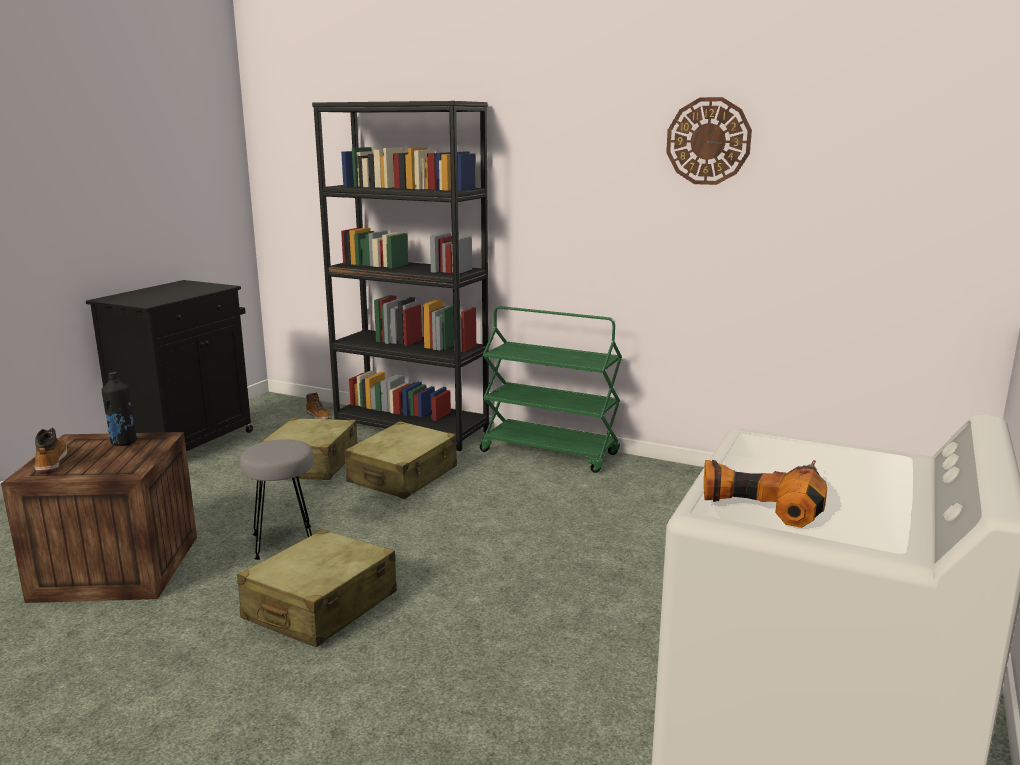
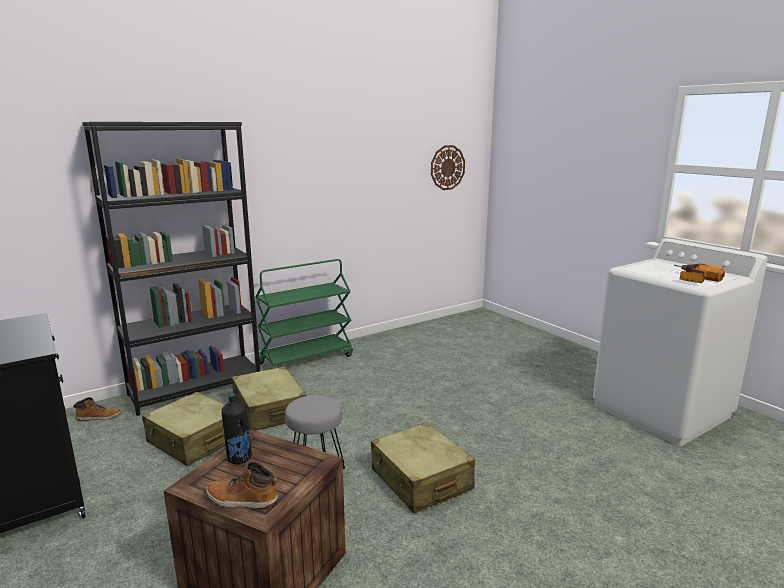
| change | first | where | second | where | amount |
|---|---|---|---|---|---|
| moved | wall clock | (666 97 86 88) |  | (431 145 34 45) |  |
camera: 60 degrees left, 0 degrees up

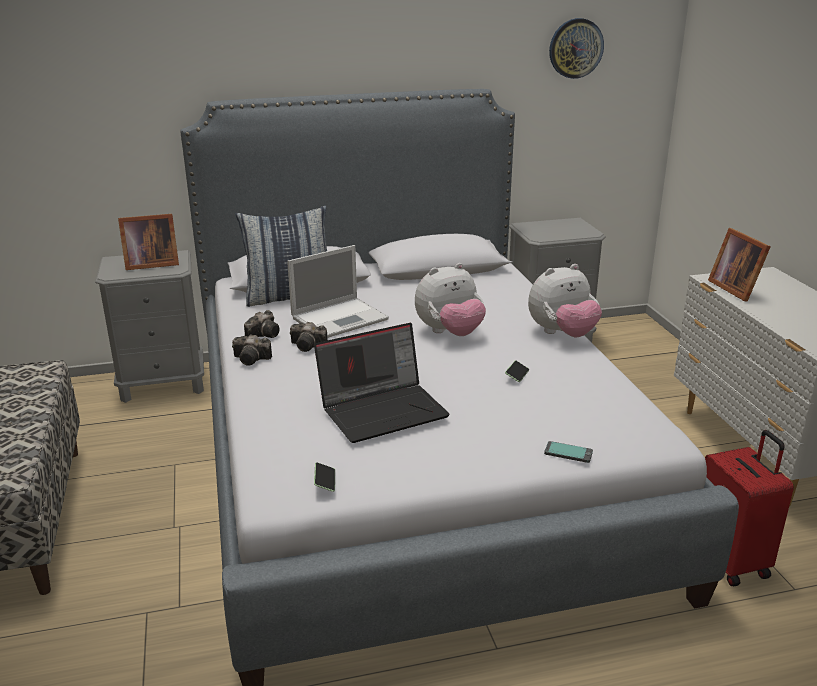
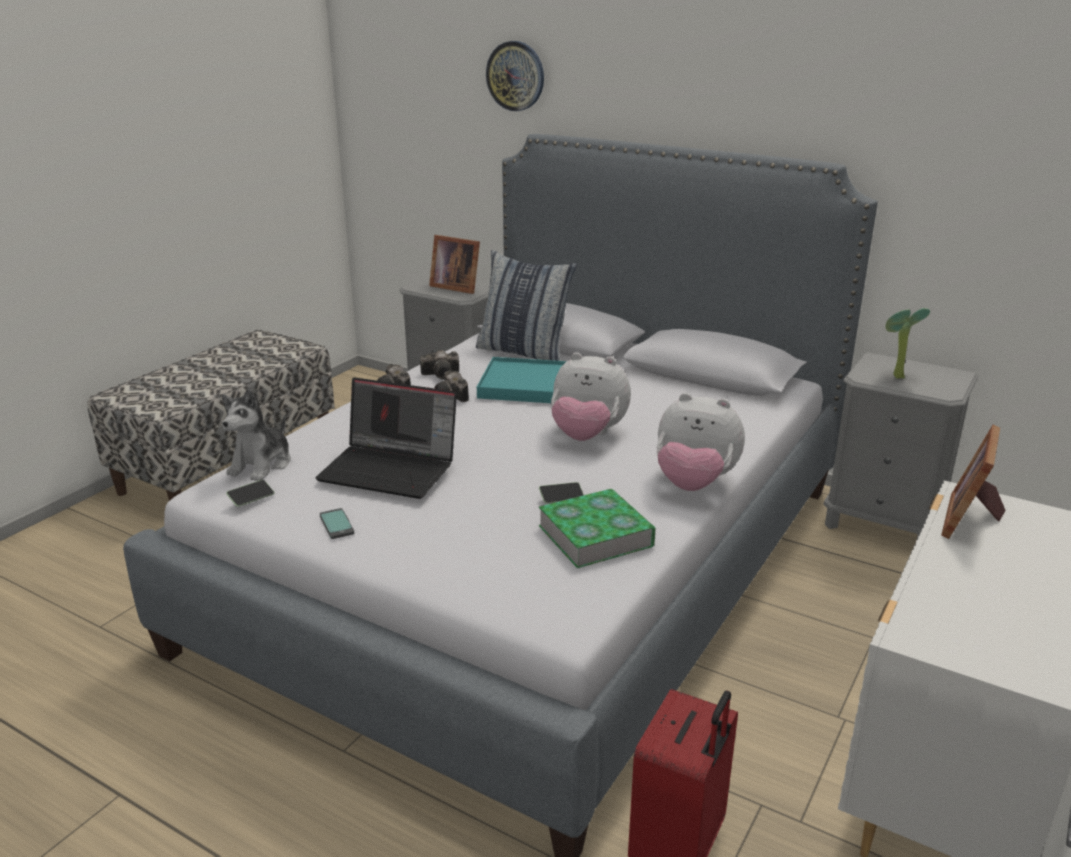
| change | first | where | second | where | amount |
|---|---|---|---|---|---|
| moved | wall clock | (549 18 55 61) |  | (486 41 58 70) |  |
| replaced | laptop | (287 245 102 93) | turquoise tray | (477 357 90 46) |  |
| moved | phone | (544 441 49 22) |  | (320 508 34 31) |  |
| added |  |  | potted plant | (885 308 45 71) |  |
| added |  |  | plush toy | (222 389 69 92) |  |
| added |  |  | book | (539 489 117 79) |  |
camera: 45 degrees right, 0 degrees up

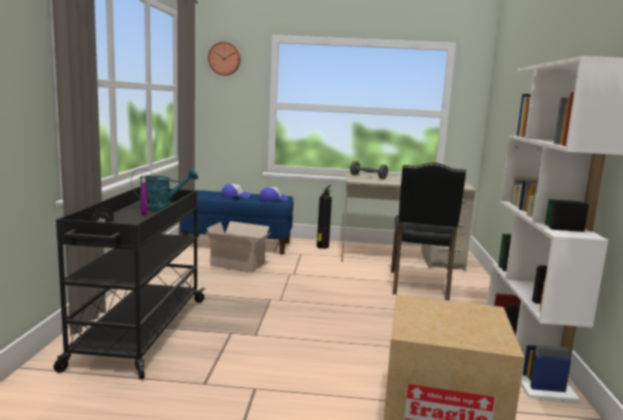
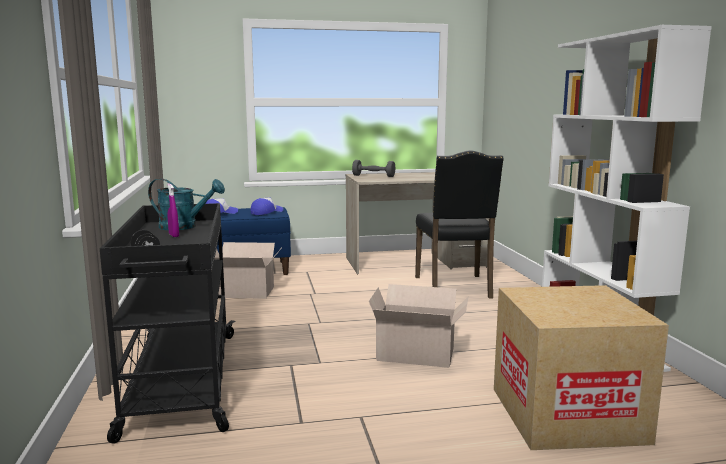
| change | first | where | second | where | amount |
|---|---|---|---|---|---|
| removed | wall clock | (208 42 33 34) |  |  |  |
| turned | turquoise watering can | (131 168 67 43) |  | (148 179 77 51) | 45 degrees clockwise |
| removed | fire extinguisher | (317 185 15 64) |  |  |  |
| added |  |  | cardboard box | (369 284 99 84) |  |
camera: 15 degrees left, 0 degrees up

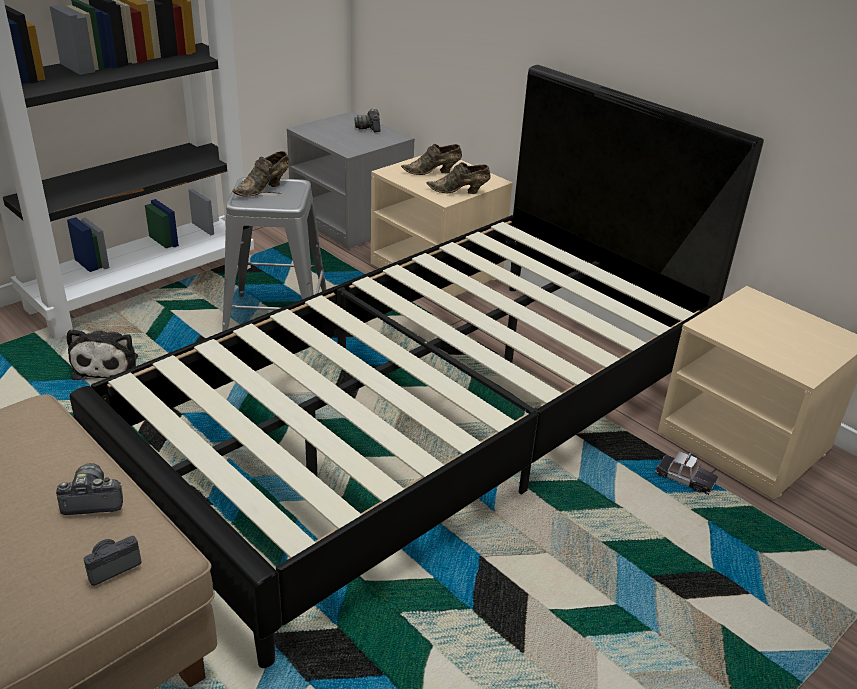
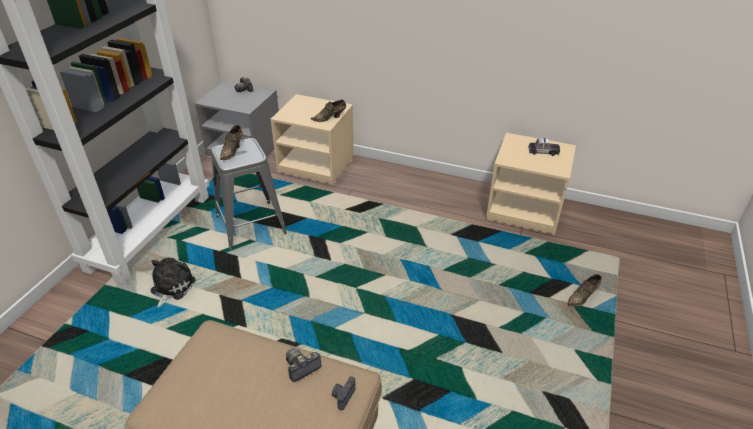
| change | first | where | second | where | amount |
|---|---|---|---|---|---|
| removed | black bed | (70 65 694 603) |  |  |  |
| moved | brown shoe | (401 144 61 31) |  | (568 274 34 33) |  |
| turned | plush toy | (66 329 72 51) |  | (151 257 45 51) | 135 degrees counterclockwise |
| moved | toy car | (655 451 63 44) |  | (528 137 32 19) |  |
camera: 25 degrees left, 5 degrees up

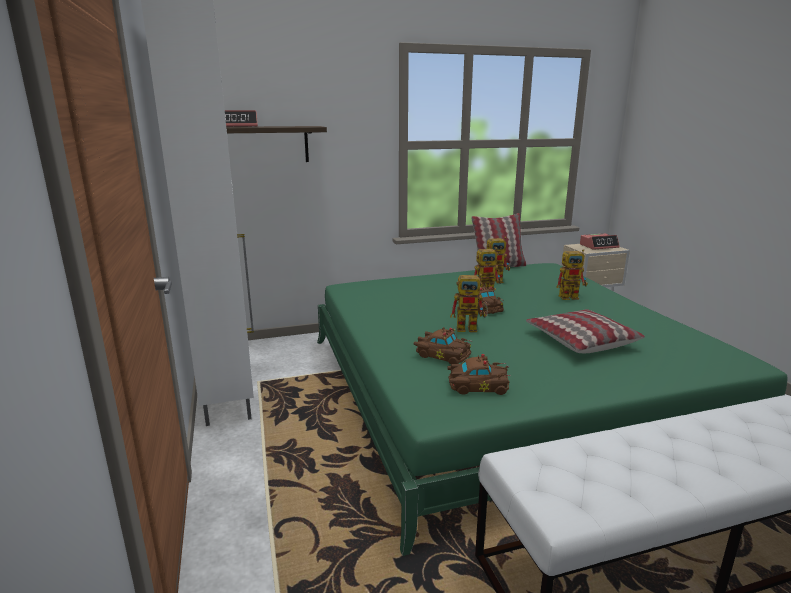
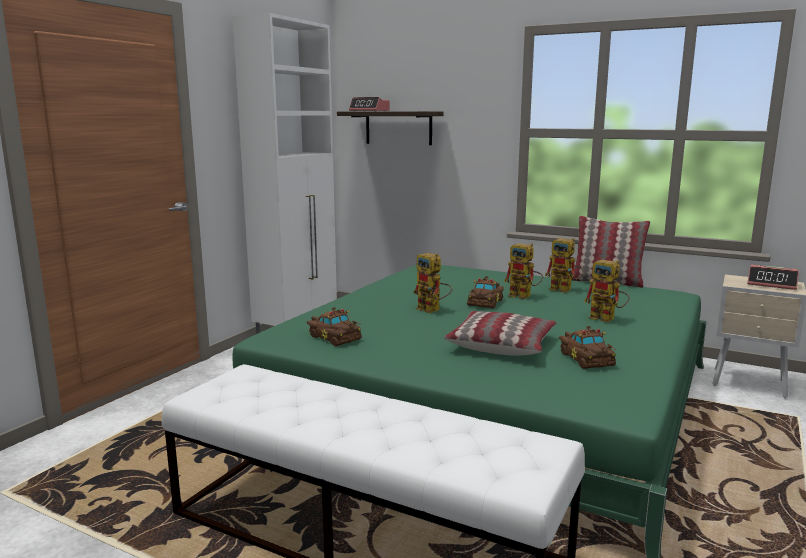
| change | first | where | second | where | amount |
|---|---|---|---|---|---|
| moved | brown toy car | (414 327 57 37) |  | (559 326 57 43) |  |
camera: 45 degrees right, 5 degrees down

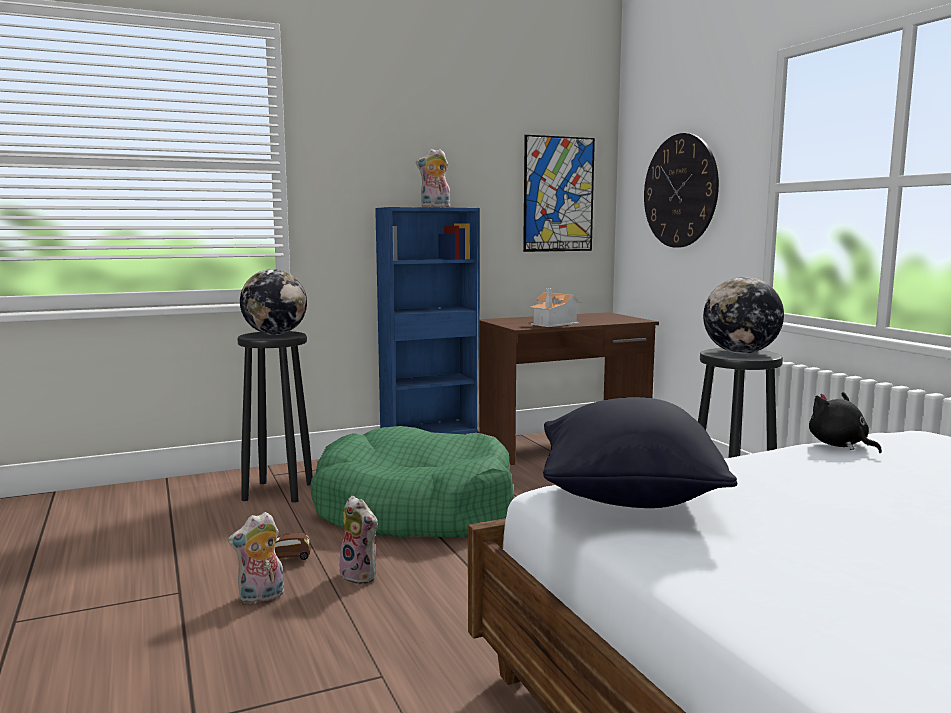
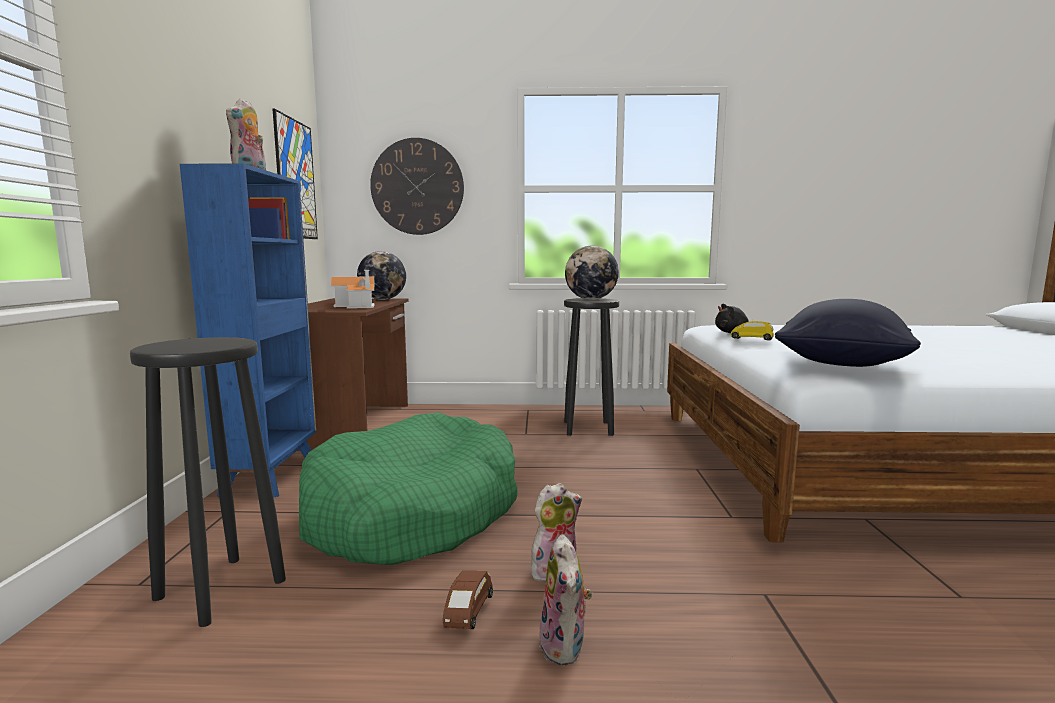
| change | first | where | second | where | amount |
|---|---|---|---|---|---|
| moved | globe | (240 269 67 66) |  | (357 251 49 49) |  |
| added |  |  | yellow toy car | (731 321 43 20) |  |
camera: 65 degrees left, 0 degrees up

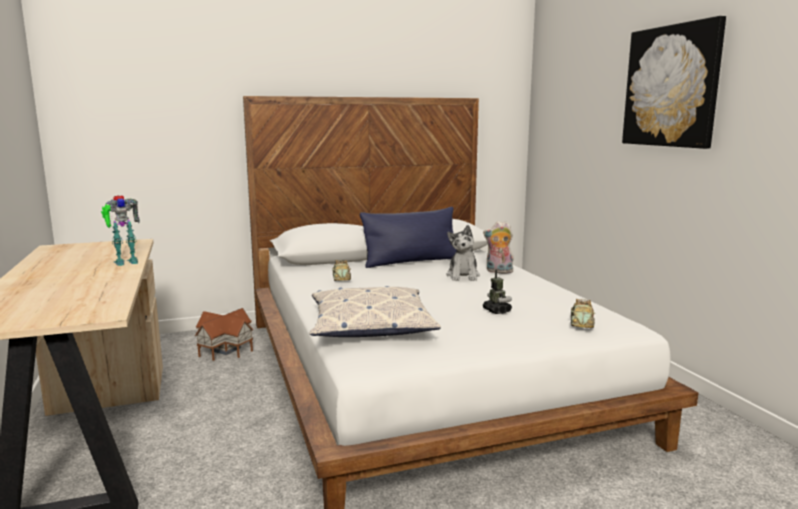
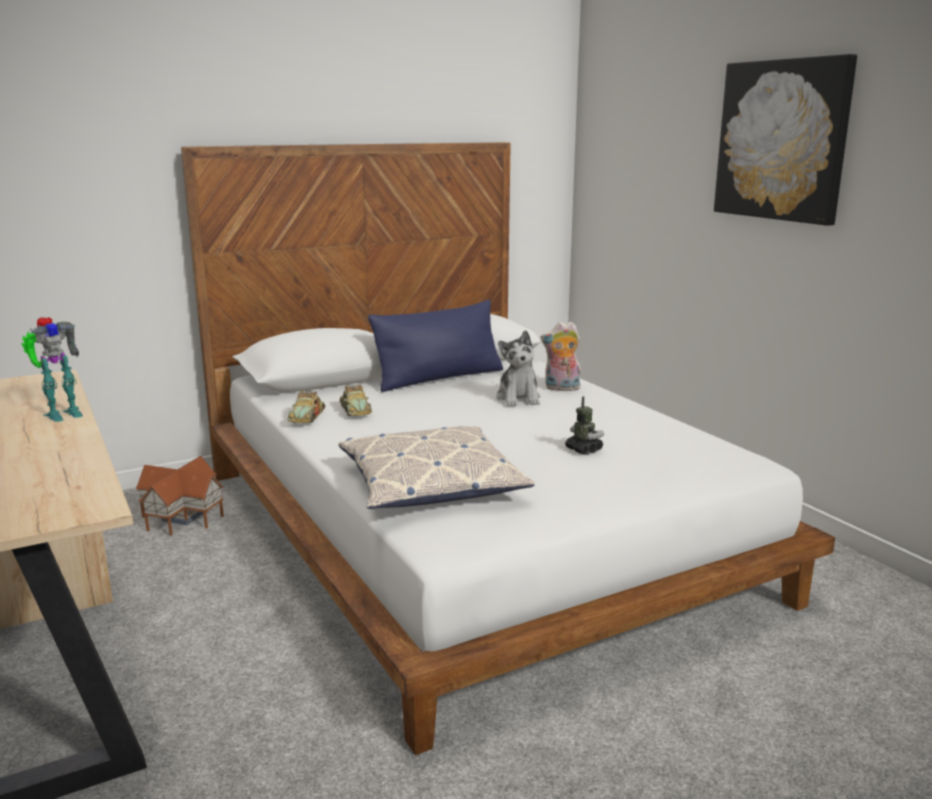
| change | first | where | second | where | amount |
|---|---|---|---|---|---|
| moved | toy car | (571 299 24 29) |  | (288 391 37 32) |  |
camera: 10 degrees left, 5 degrees up

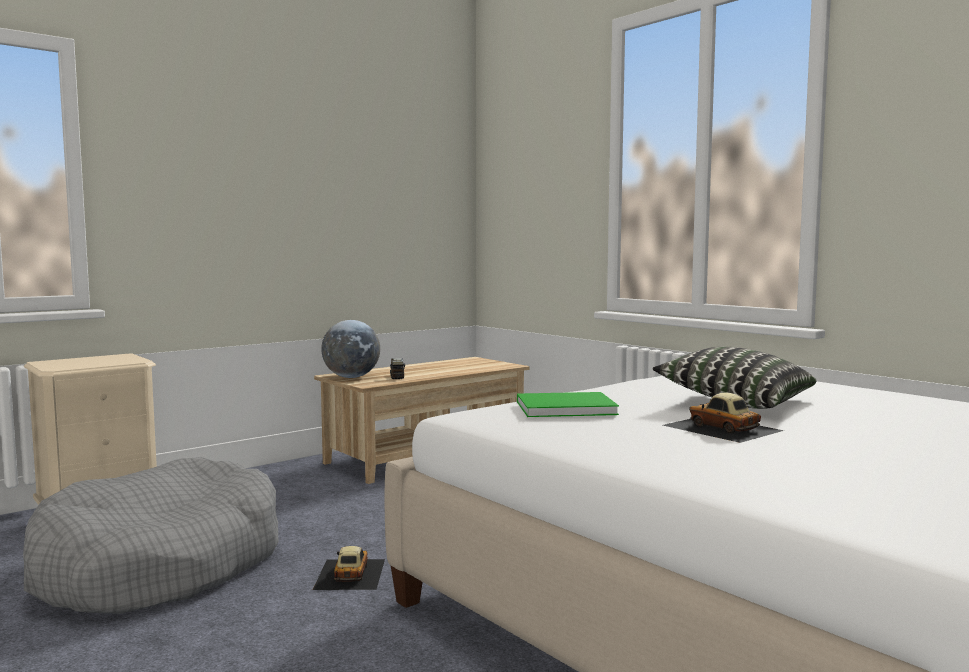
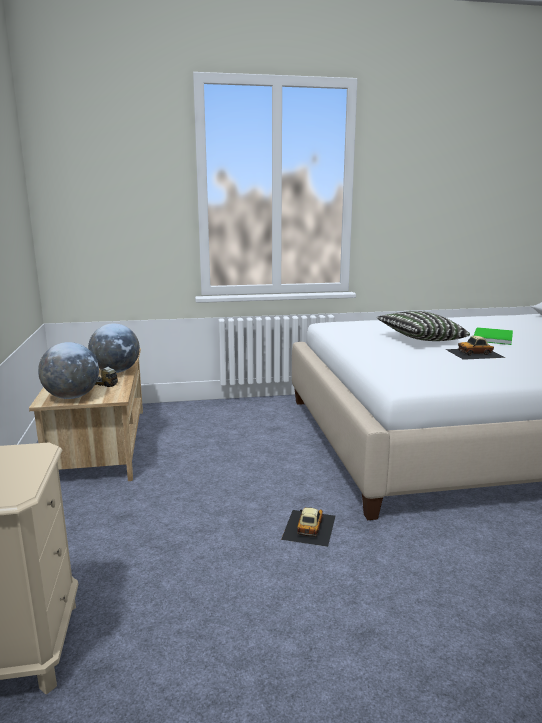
| change | first | where | second | where | amount |
|---|---|---|---|---|---|
| moved | green book | (517 392 102 25) |  | (474 327 39 18) |  |
| removed | grey dog bed | (23 457 255 157) |  |  |  |
| turned | toy car | (313 546 72 44) |  | (281 507 54 40) | 75 degrees clockwise |
| added |  |  | globe | (88 323 52 50) |  |
camera: 60 degrees left, 10 degrees up

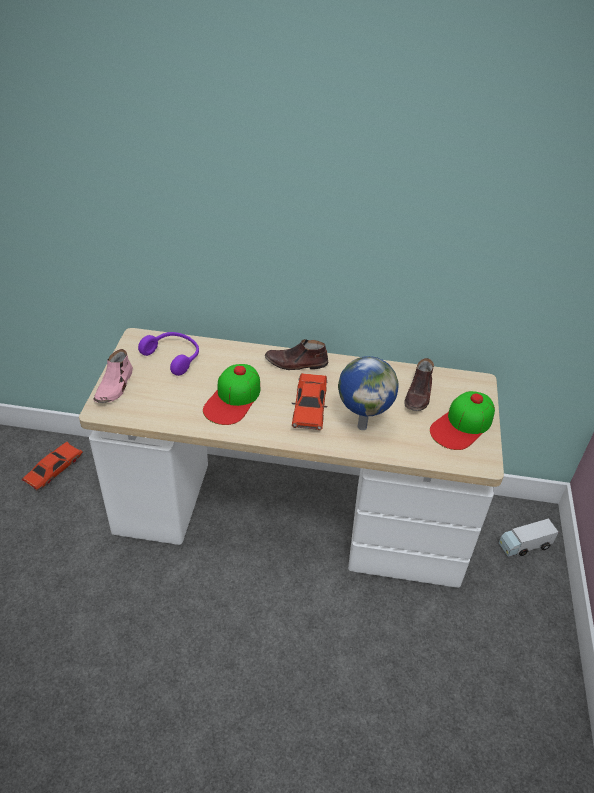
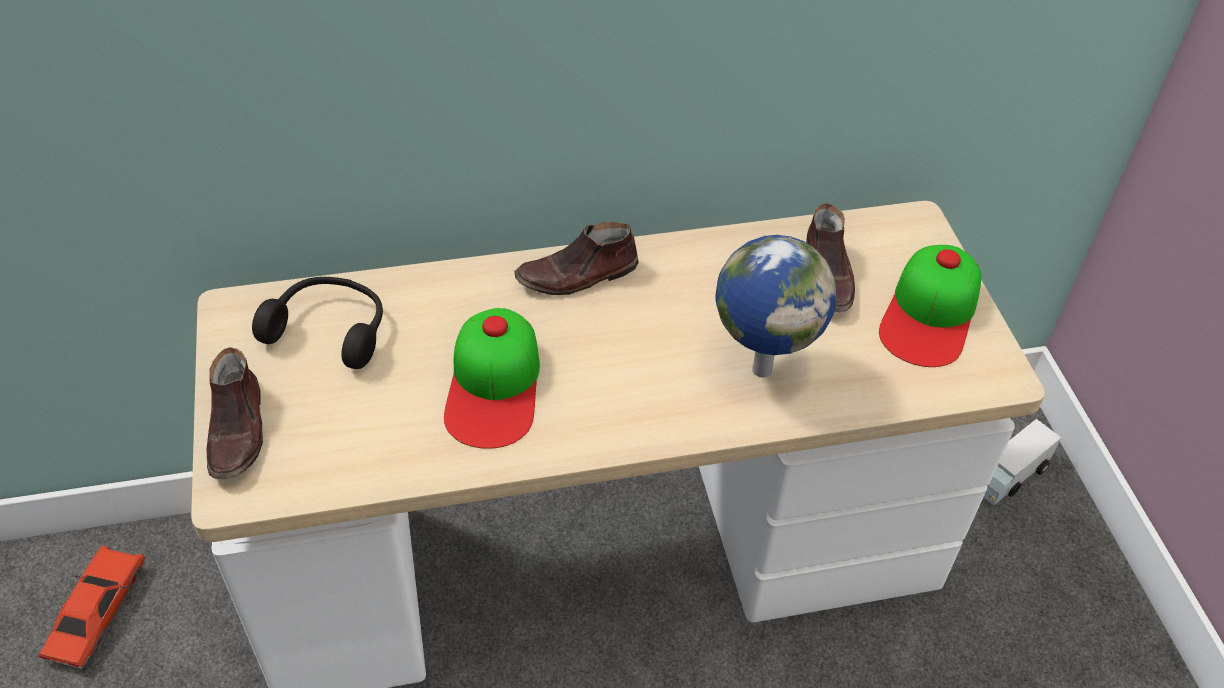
| change | first | where | second | where | amount |
|---|---|---|---|---|---|
| recoloured | purple headphones | (138 332 61 44) | black headphones | (252 277 131 92) |  |
| recoloured | pink shoe | (93 349 40 54) | brown shoe | (207 347 56 132) |  |
| removed | red toy car | (291 373 37 57) |  |  |  |
camera: 20 degrees left, 5 degrees up

